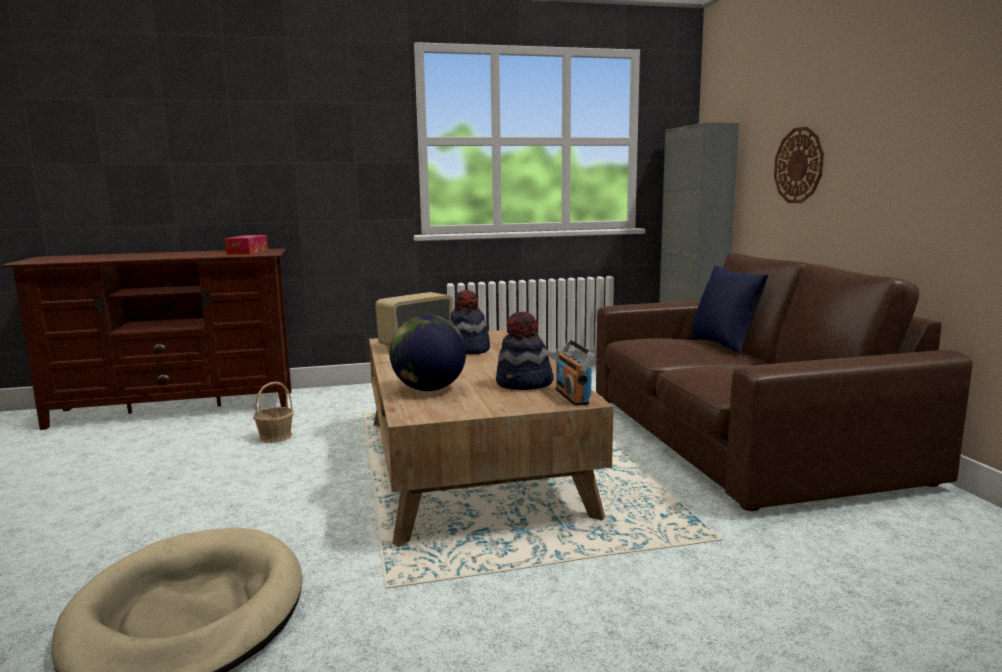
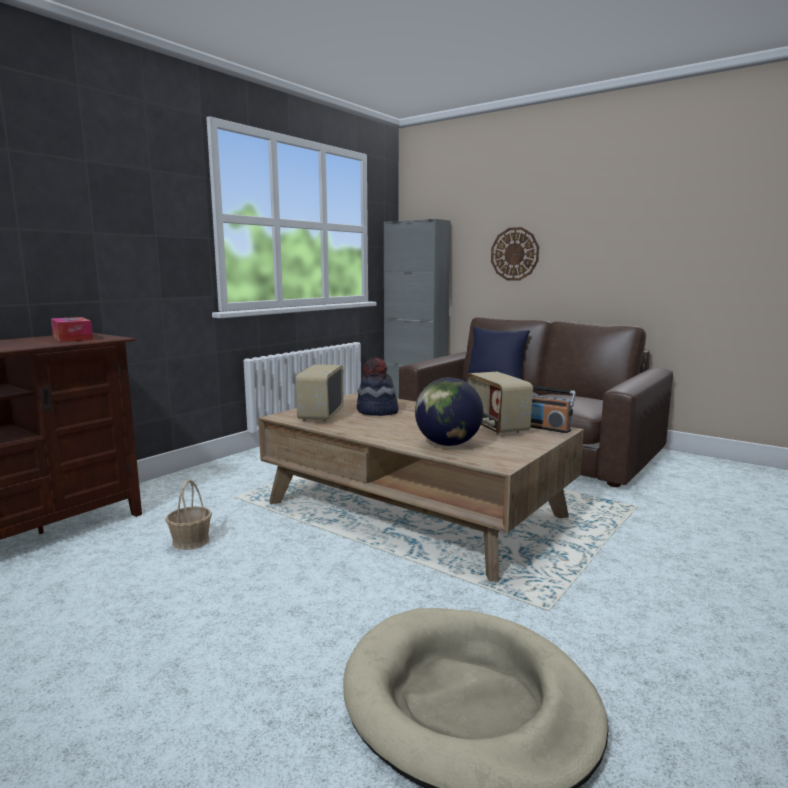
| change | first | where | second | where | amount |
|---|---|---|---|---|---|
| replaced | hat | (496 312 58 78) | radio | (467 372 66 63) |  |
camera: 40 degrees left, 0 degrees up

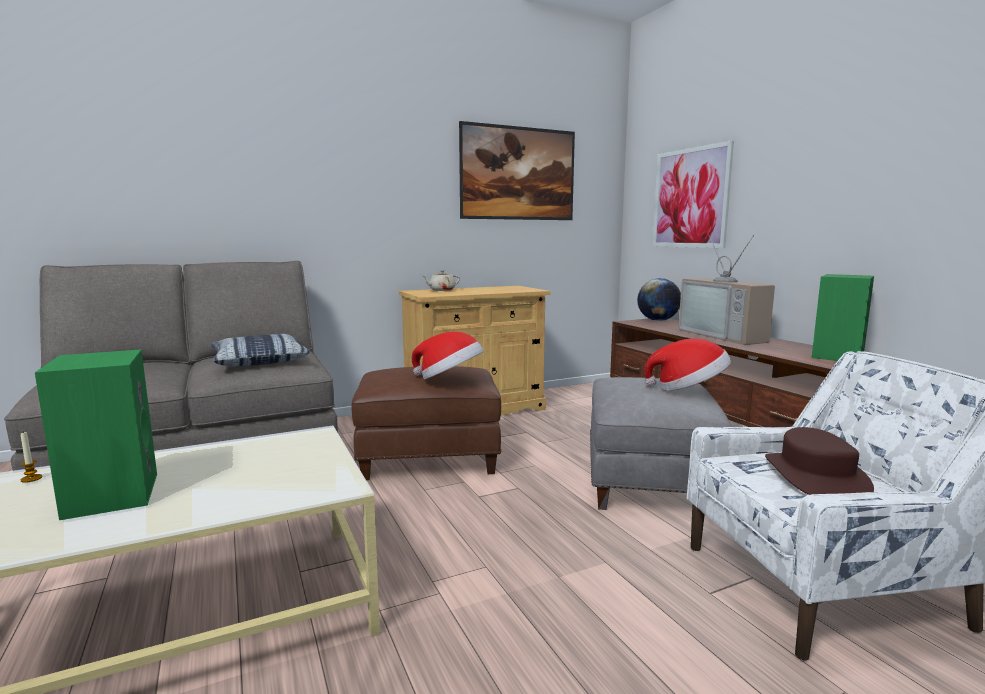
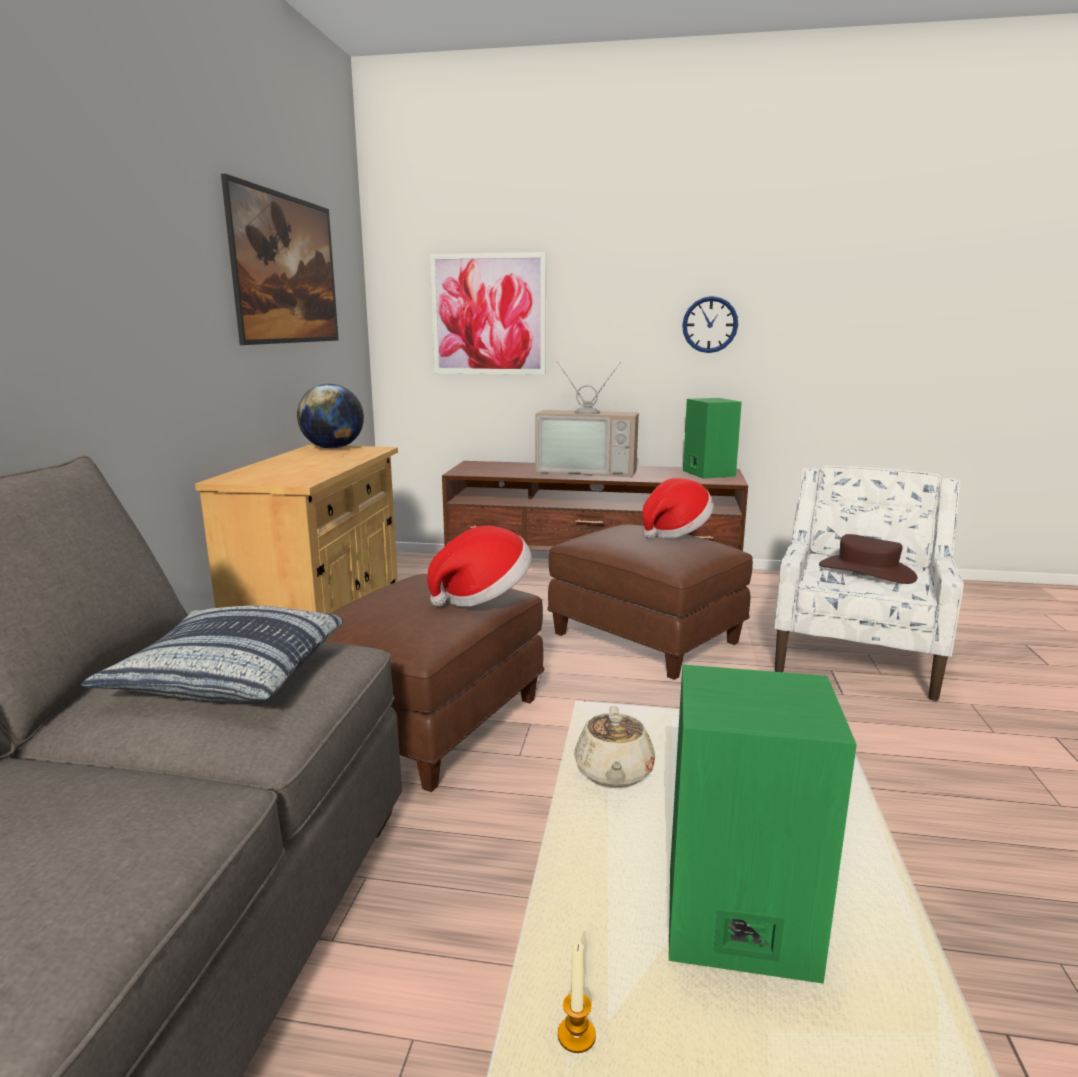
| change | first | where | second | where | amount |
|---|---|---|---|---|---|
| moved | beige teapot | (422 270 38 21) |  | (574 706 81 82) |  |
| moved | globe | (637 278 44 43) |  | (297 384 67 65) |  |
| recoloured | grey ottoman | (590 377 142 133) | brown ottoman | (547 525 206 155) |  |
| added |  |  | wall clock | (682 296 56 57) |  |
camera: 55 degrees left, 5 degrees up

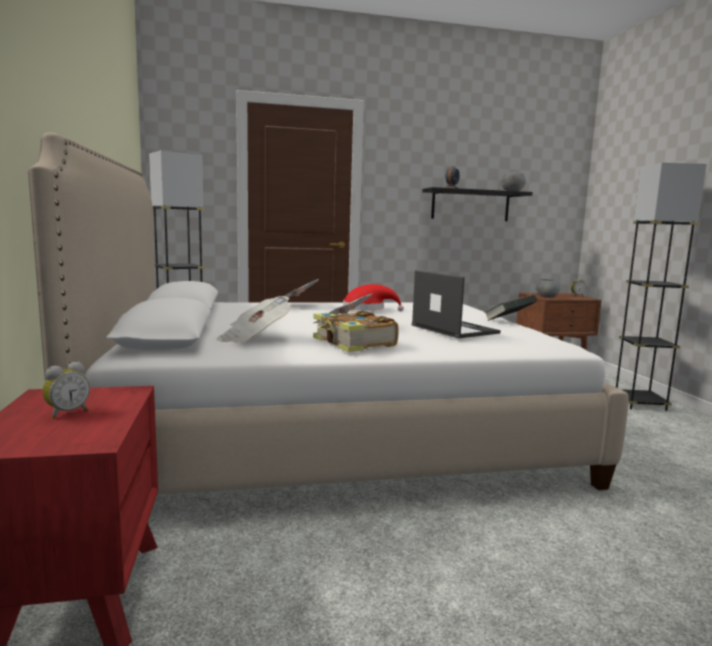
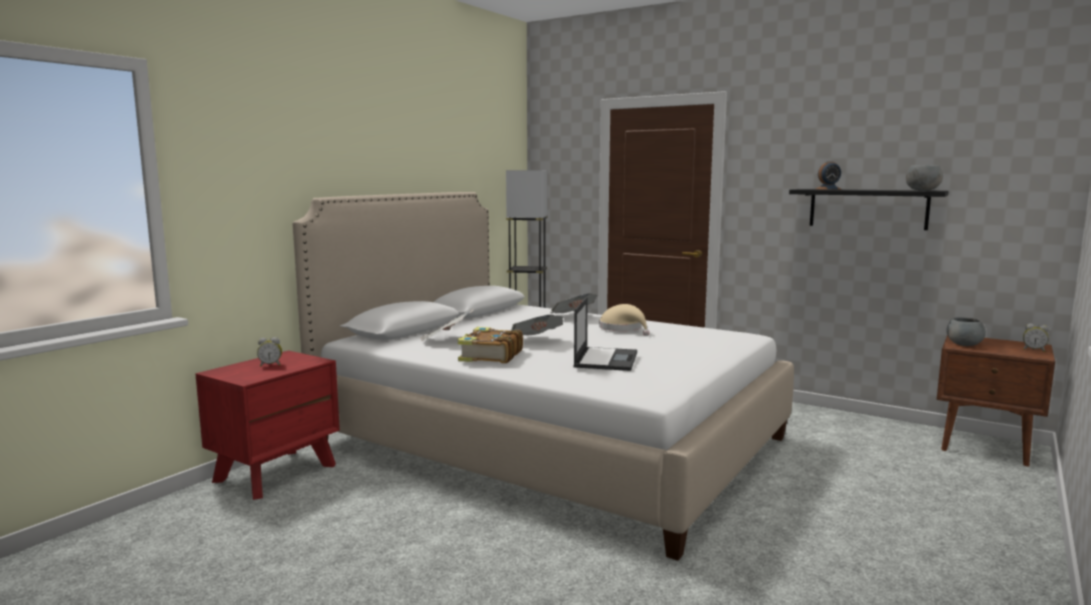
| change | first | where | second | where | amount |
|---|---|---|---|---|---|
| removed | grey floor lamp | (616 163 91 248) |  |  |  |
| recoloured | red hat | (343 284 61 27) | beige hat | (599 304 51 32) |  |
| removed | book | (484 295 53 26) |  |  |  |
camera: 45 degrees right, 0 degrees up

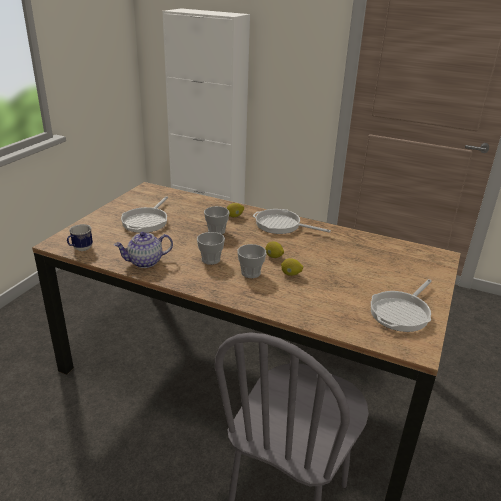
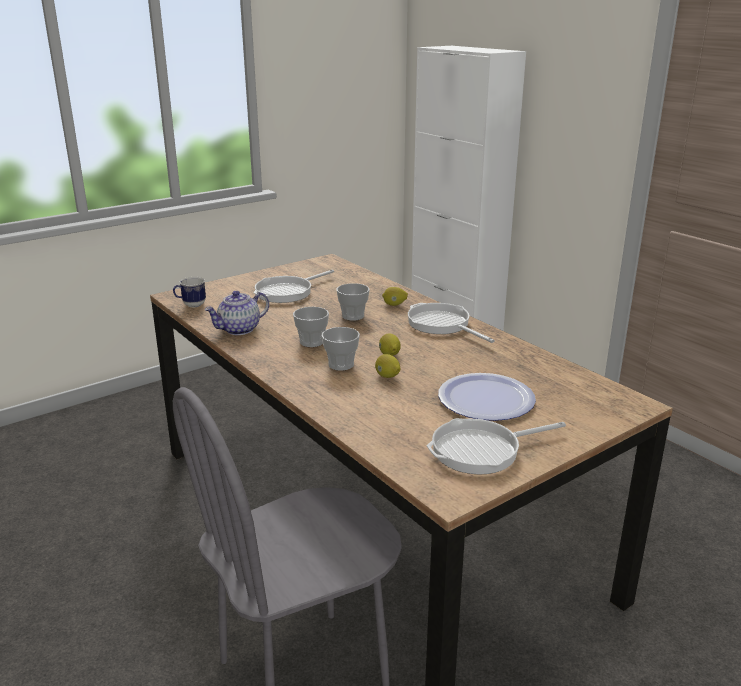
| change | first | where | second | where | amount |
|---|---|---|---|---|---|
| turned | teapot | (114 232 59 36) |  | (204 291 65 44) | 45 degrees counterclockwise |
| added |  |  | plate | (438 373 98 48) |  |
camera: 30 degrees right, 5 degrees down

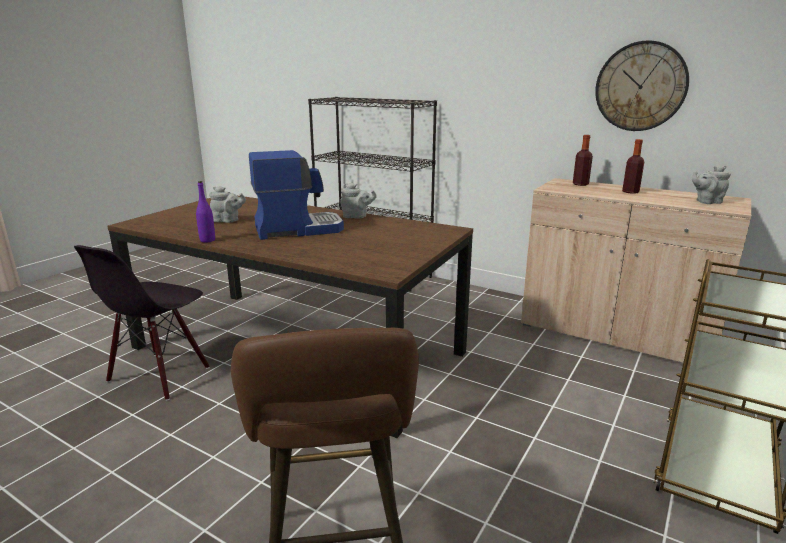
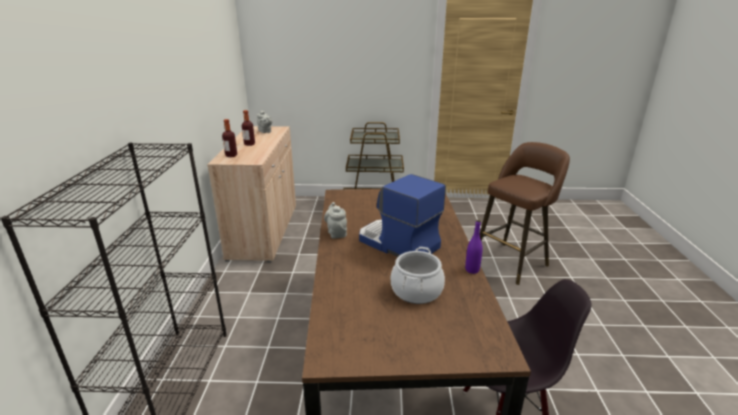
| change | first | where | second | where | amount |
|---|---|---|---|---|---|
| removed | wall clock | (595 40 94 91) |  |  |  |
| replaced | grey teapot | (209 186 37 37) | cooking pot | (391 247 54 57) |  |
camera: 120 degrees left, 5 degrees up

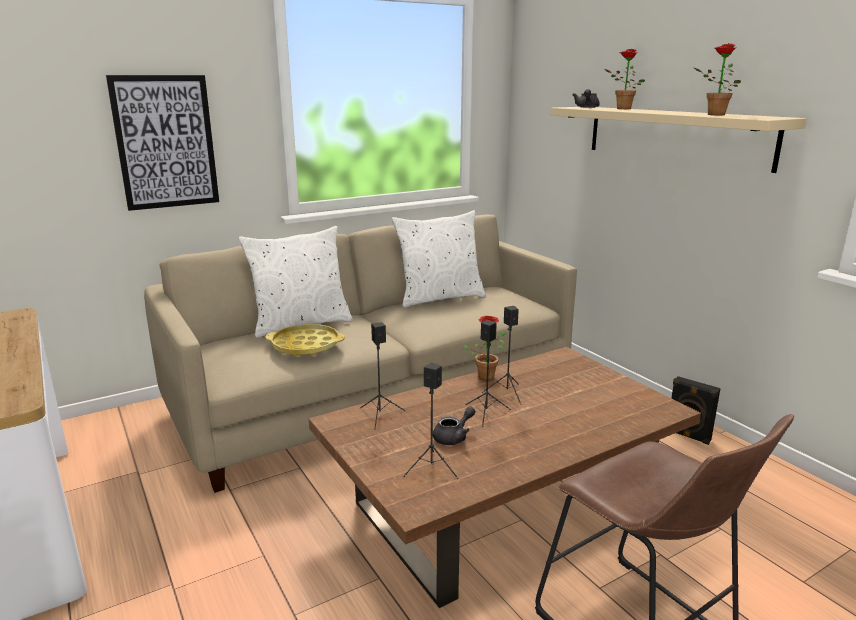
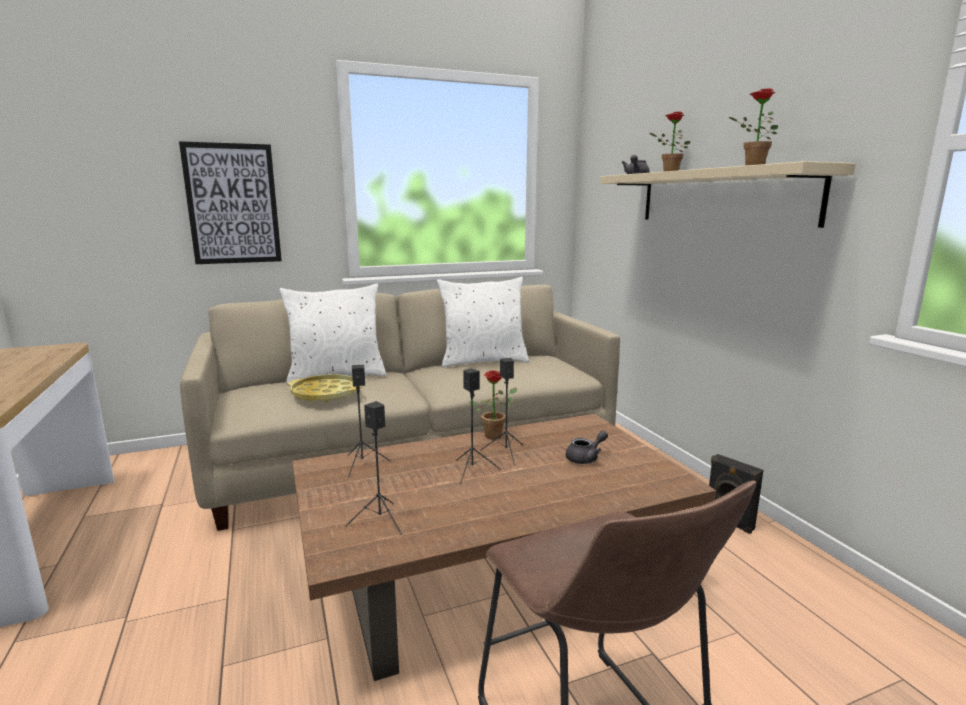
| change | first | where | second | where | amount |
|---|---|---|---|---|---|
| moved | grey teapot | (433 406 42 39) |  | (566 430 42 34) |  |
camera: 10 degrees right, 5 degrees down

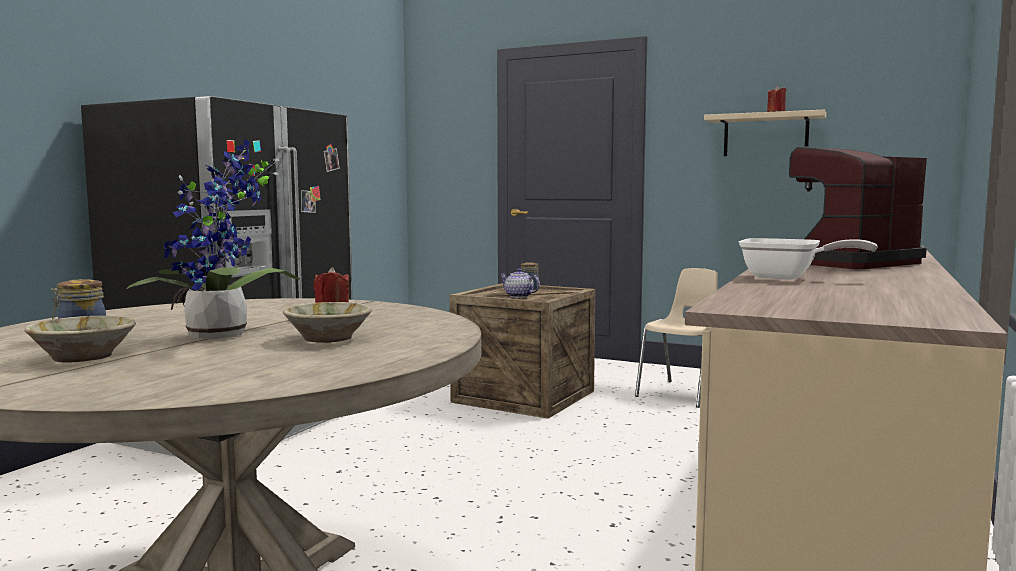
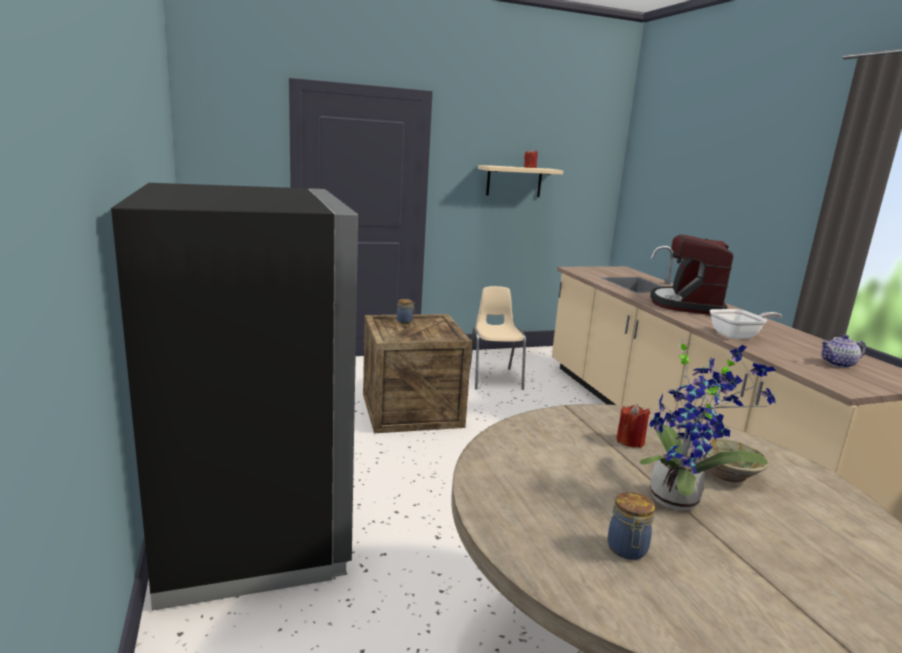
| change | first | where | second | where | amount |
|---|---|---|---|---|---|
| moved | teapot | (500 268 40 30) |  | (821 335 45 33) |  |
| removed | beige bowl | (24 316 112 47) |  |  |  |
camera: 45 degrees left, 10 degrees up

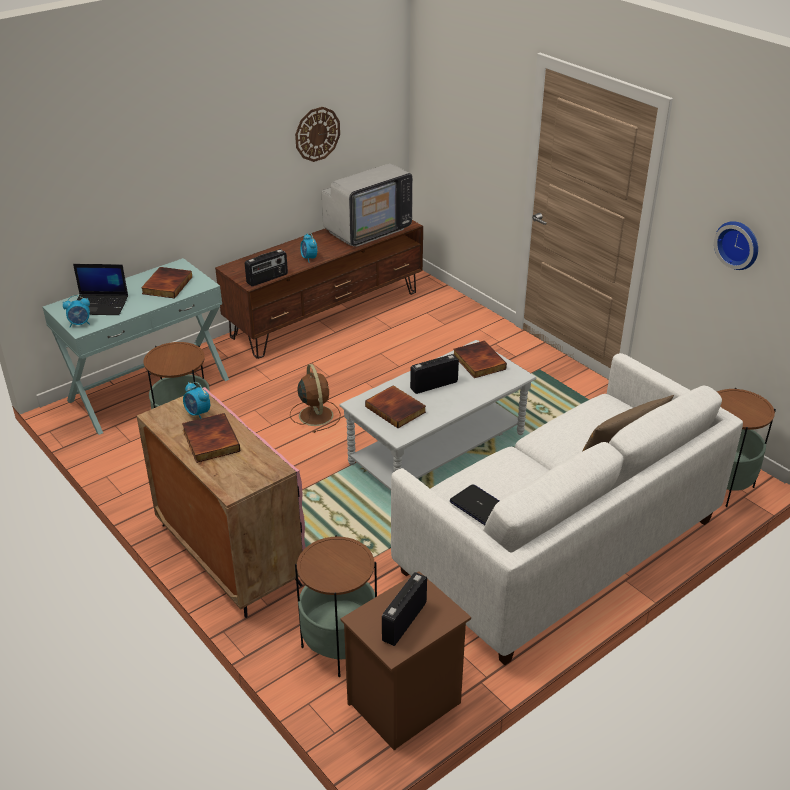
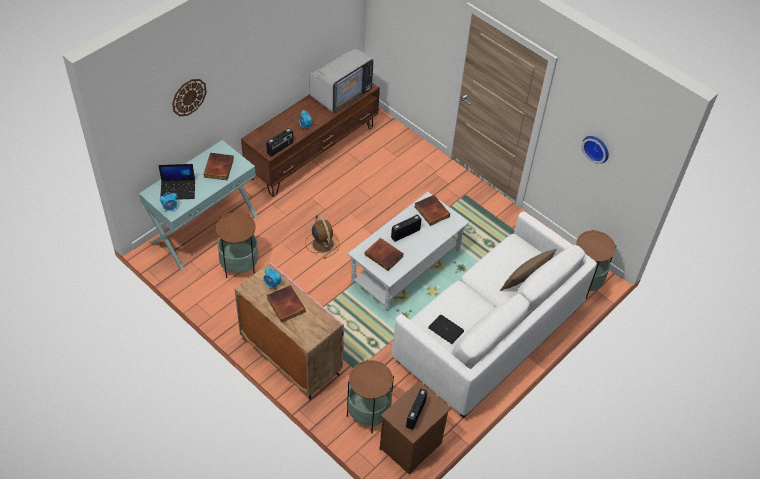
| change | first | where | second | where | amount |
|---|---|---|---|---|---|
| moved | wall clock | (295 107 45 55) |  | (172 79 35 37) |  |
camera: 10 degrees left, 15 degrees up

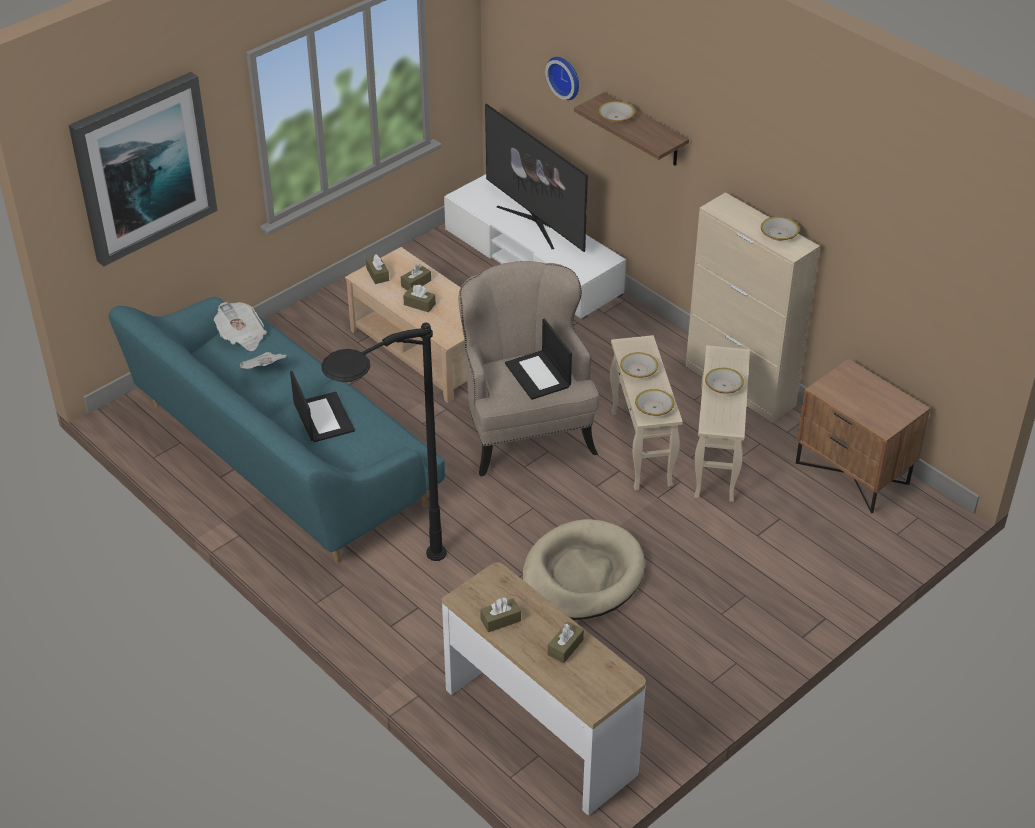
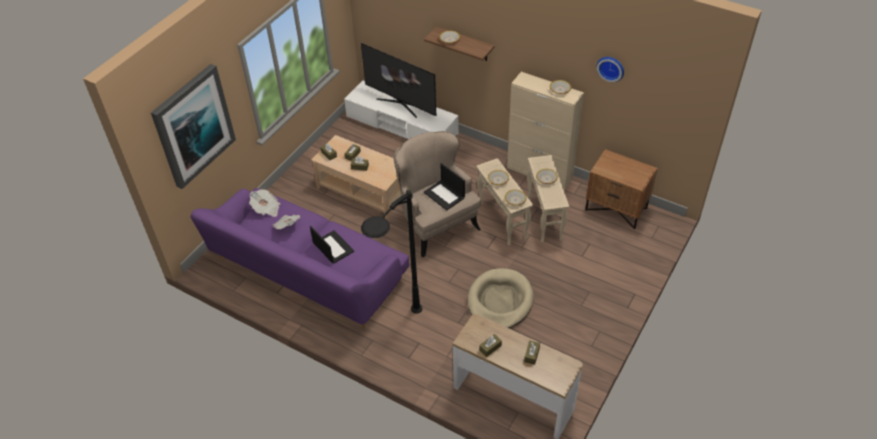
| change | first | where | second | where | amount |
|---|---|---|---|---|---|
| moved | wall clock | (545 57 34 43) |  | (597 57 27 25) |  |
| recoloured | turquoise sofa | (109 297 336 267) | purple sofa | (191 188 218 141) |  |
camera: 15 degrees left, 5 degrees up

